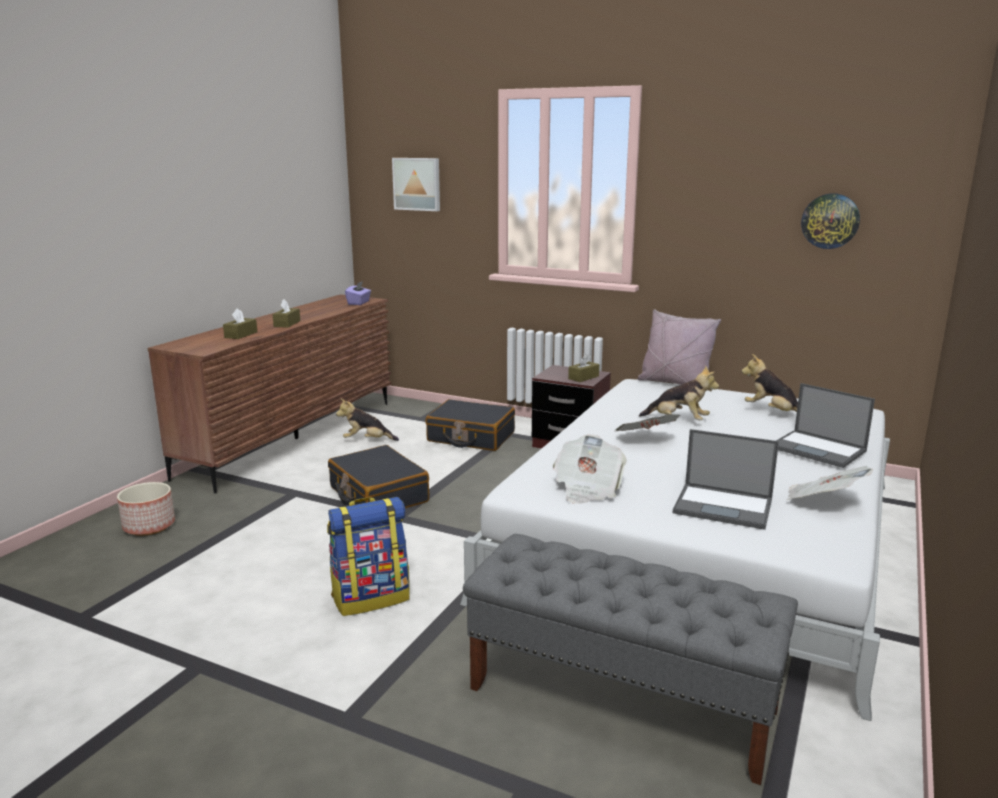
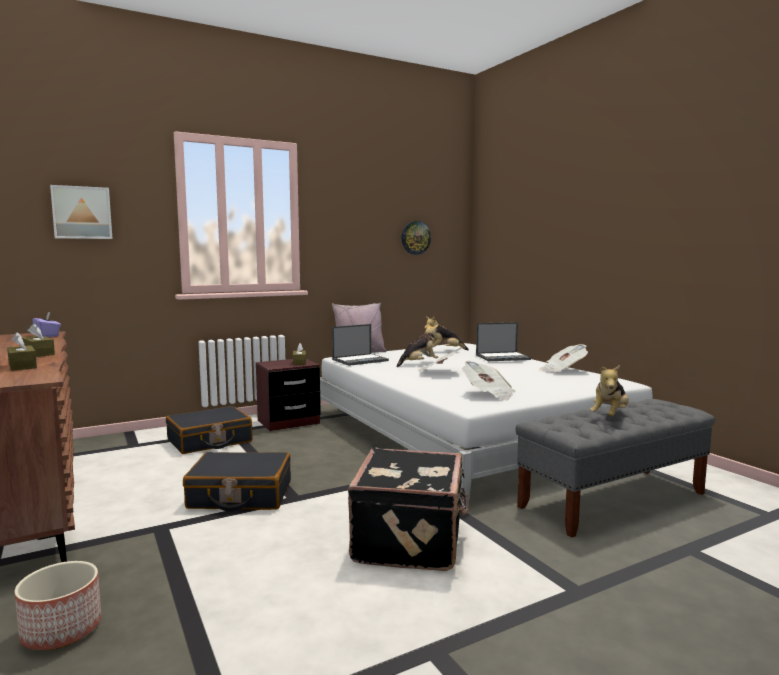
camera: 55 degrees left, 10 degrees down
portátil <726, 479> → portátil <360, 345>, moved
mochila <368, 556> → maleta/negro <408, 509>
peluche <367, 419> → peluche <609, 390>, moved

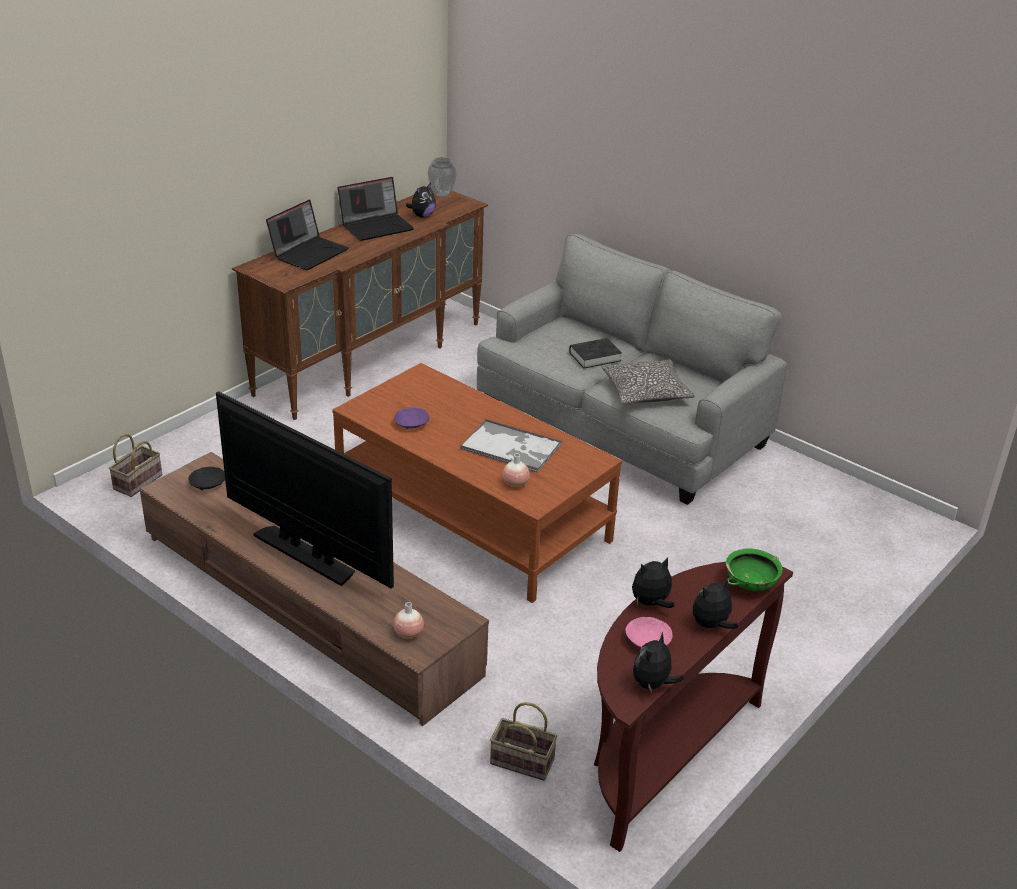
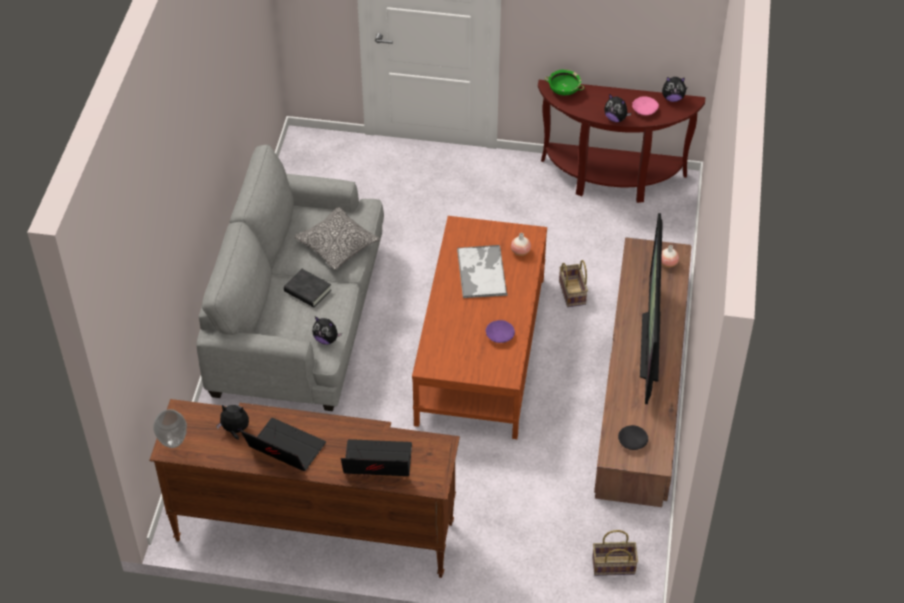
camera: 120 degrees left, 15 degrees up
peluche <715, 603> → peluche <327, 331>, moved
cesta <524, 741> → cesta <573, 283>, moved

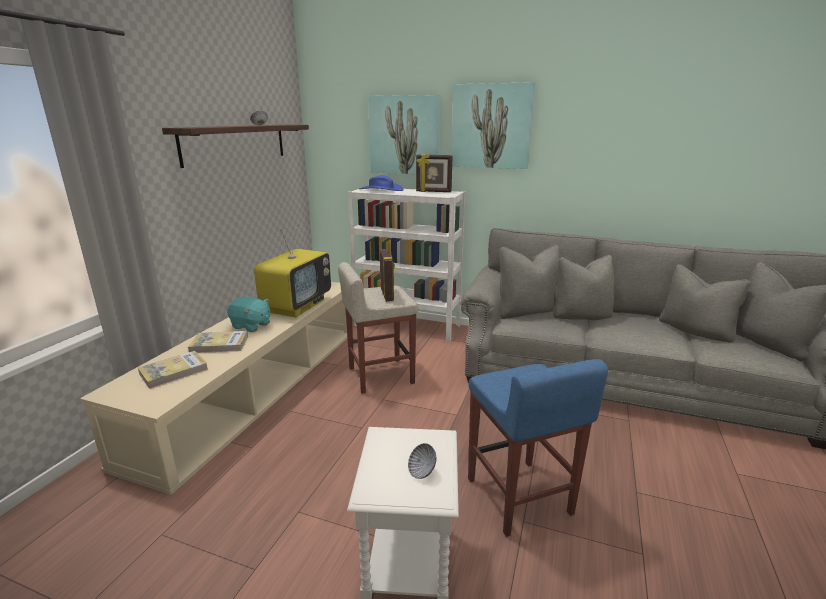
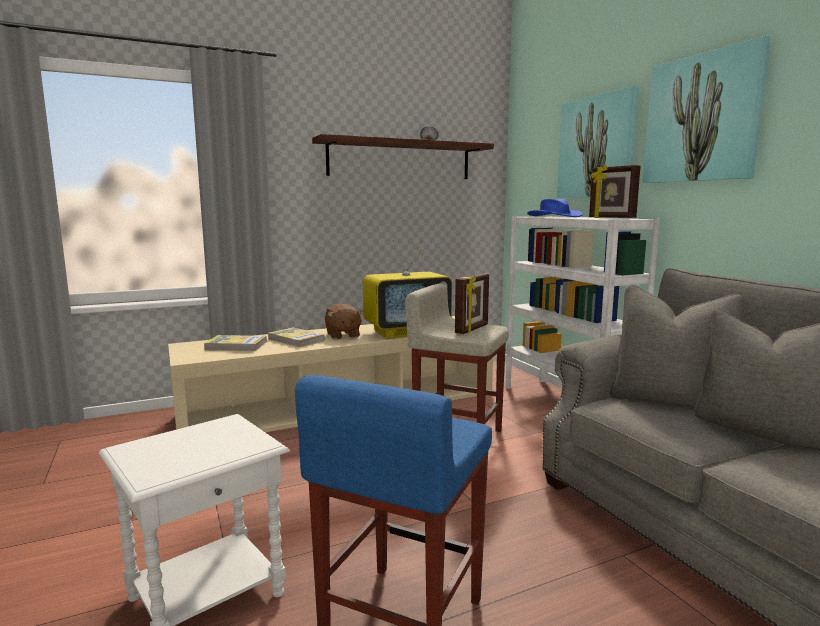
camera: 45 degrees right, 10 degrees down
peluche/turquesa <248, 314> → peluche/marrón <344, 321>
cuenco <422, 461> → -

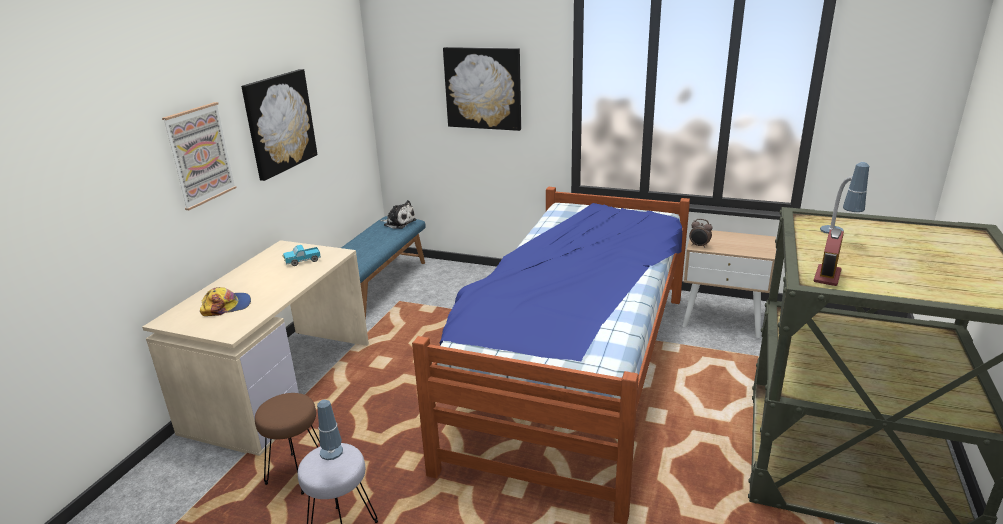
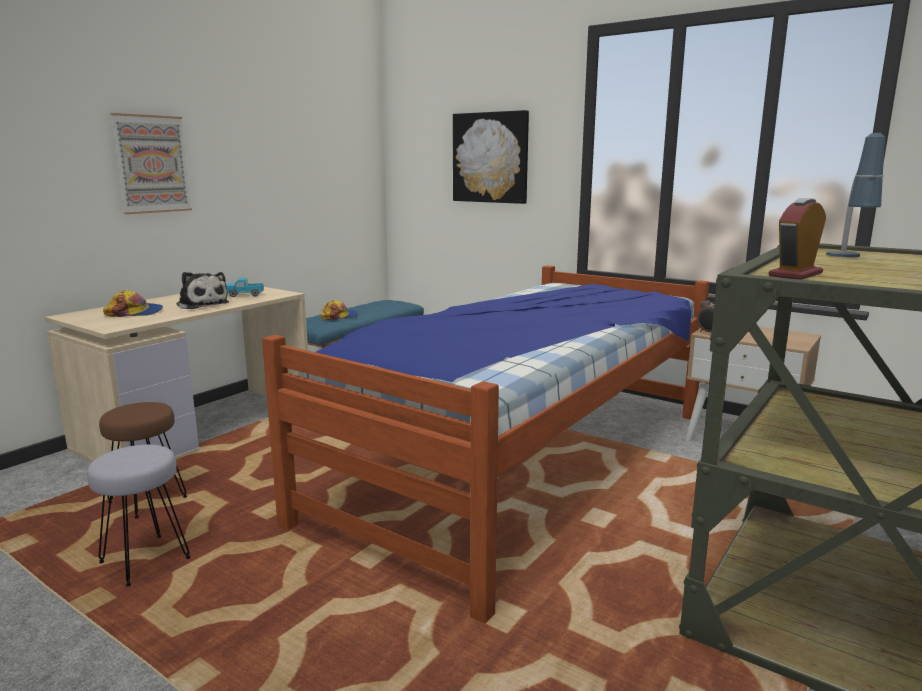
camera: 15 degrees right, 10 degrees down
peluche <398, 214> → peluche <203, 290>, moved
- → gorra <339, 310>
cuadro <279, 125> → -
lámpara de mesa <330, 430> → -

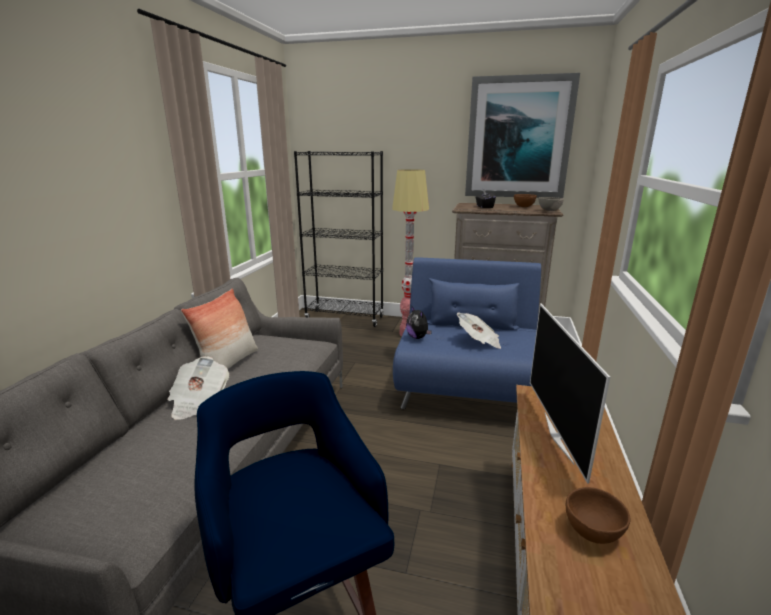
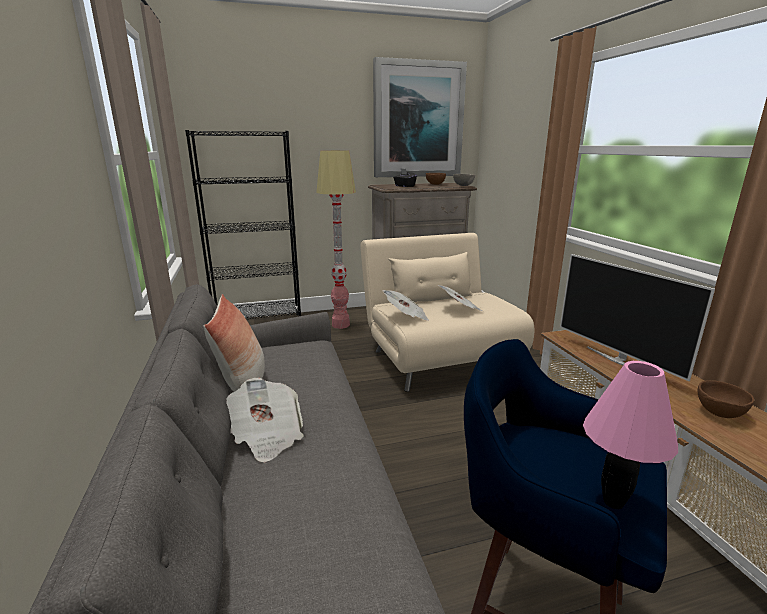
camera: 30 degrees left, 0 degrees up
sillón/azul <467, 333> → sillón/beis <447, 312>
peluche <419, 323> → periódico <406, 305>
- → lámpara de mesa/rosa <630, 435>

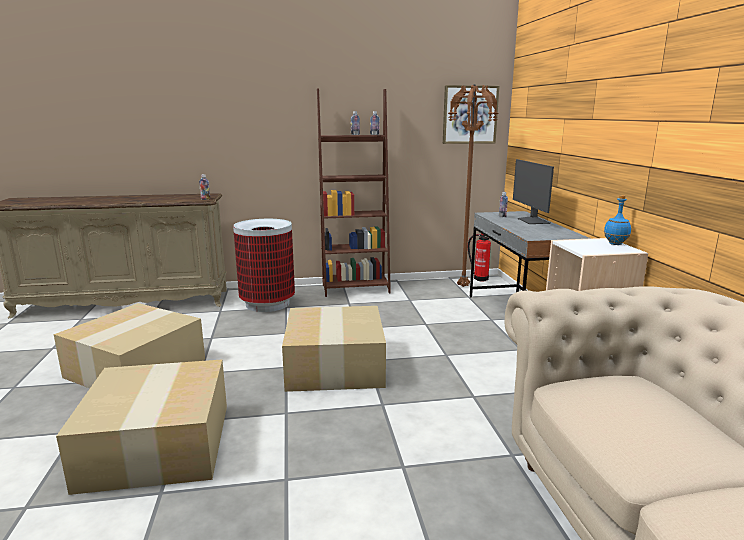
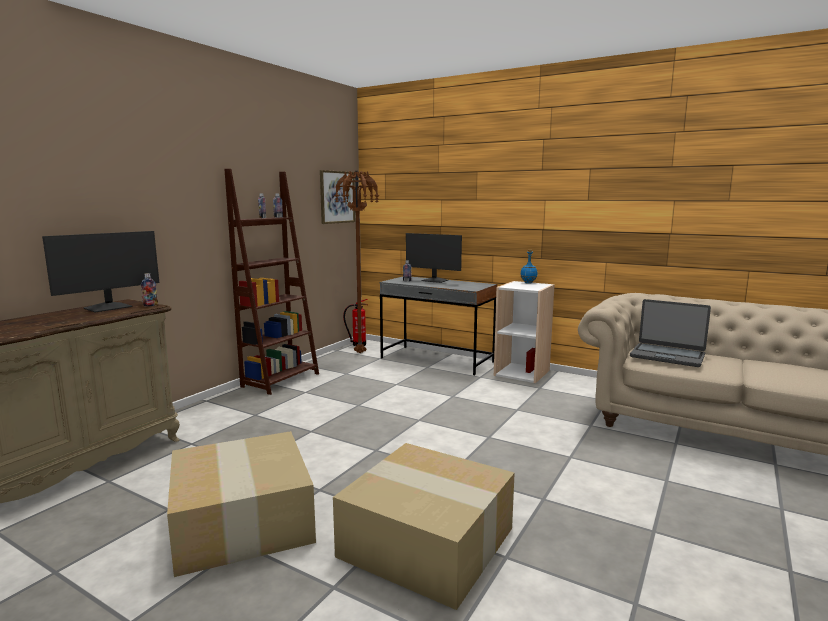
camera: 50 degrees left, 5 degrees down
- → monitor <100, 271>
- → portátil <670, 333>
papelera <264, 265> → -
caja de cartón <334, 349> → -

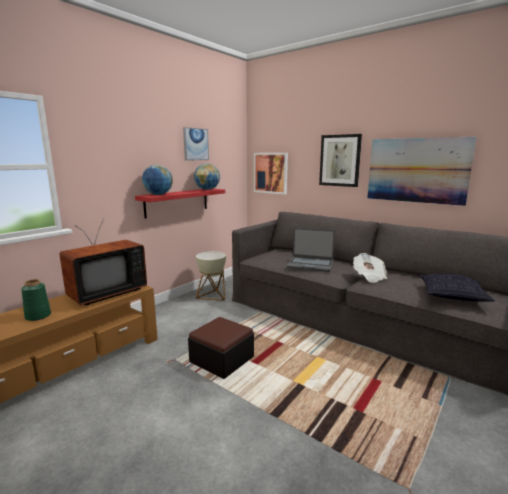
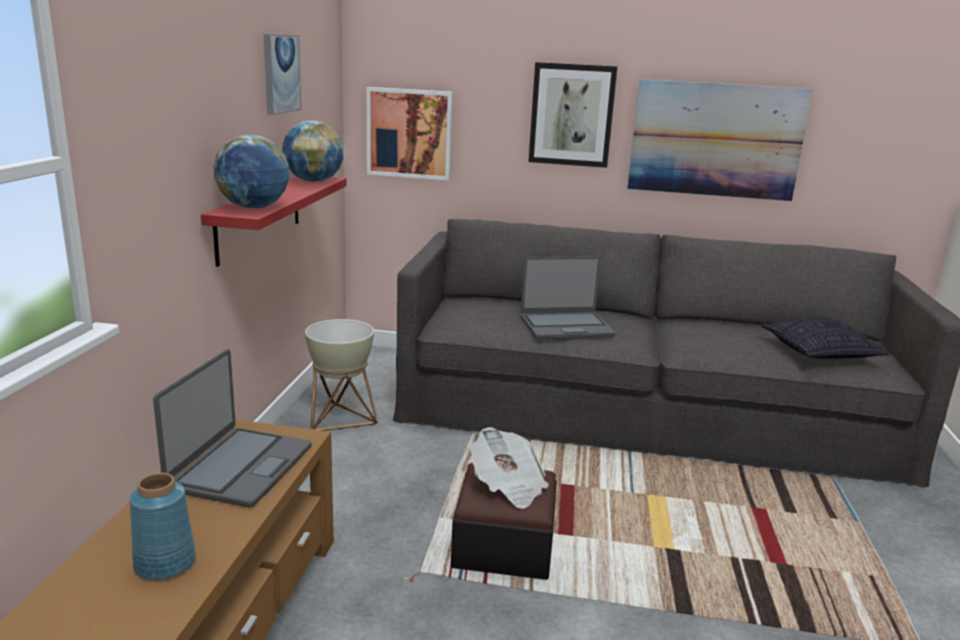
camera: 30 degrees left, 5 degrees up
florero/verde <36, 300> → florero/azul <162, 526>
televisor <103, 262> → portátil <232, 428>
periódico <370, 268> → periódico <509, 468>, moved

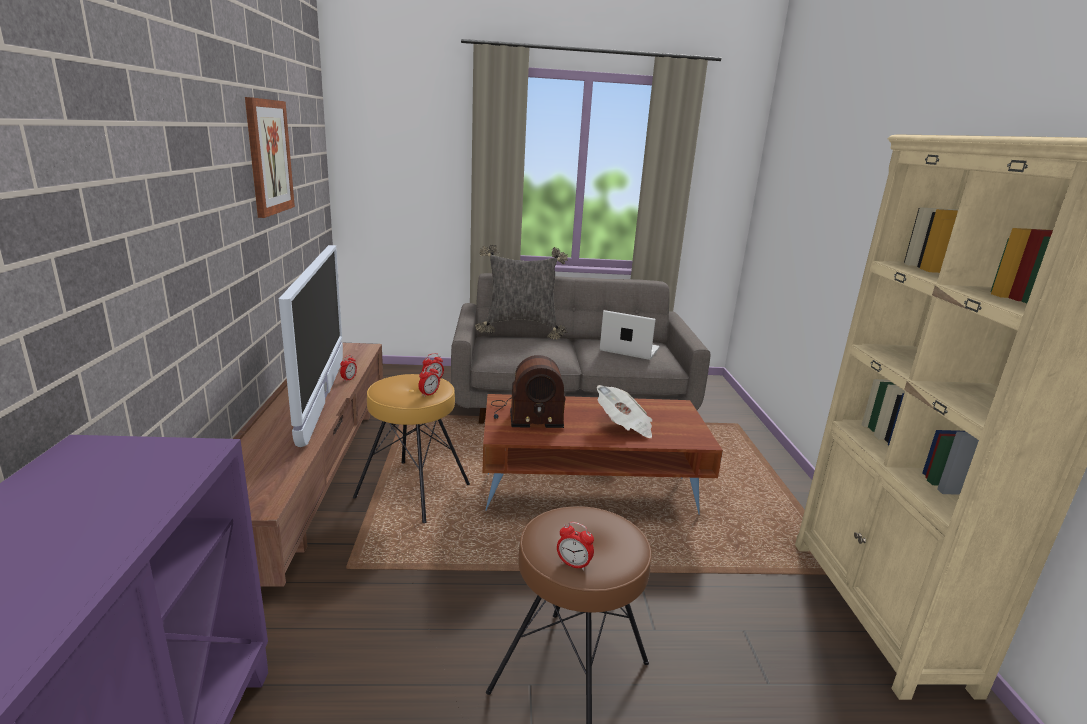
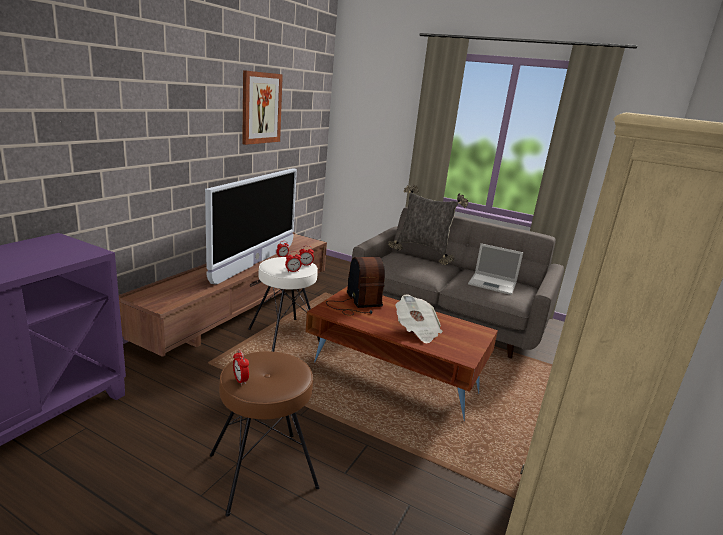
camera: 30 degrees right, 0 degrees up
taburete/marrón <411, 448> → taburete/blanco <284, 304>
radio <528, 391> → radio <355, 286>, 135 degrees counterclockwise
portátil <630, 335> → portátil <495, 269>, 150 degrees clockwise

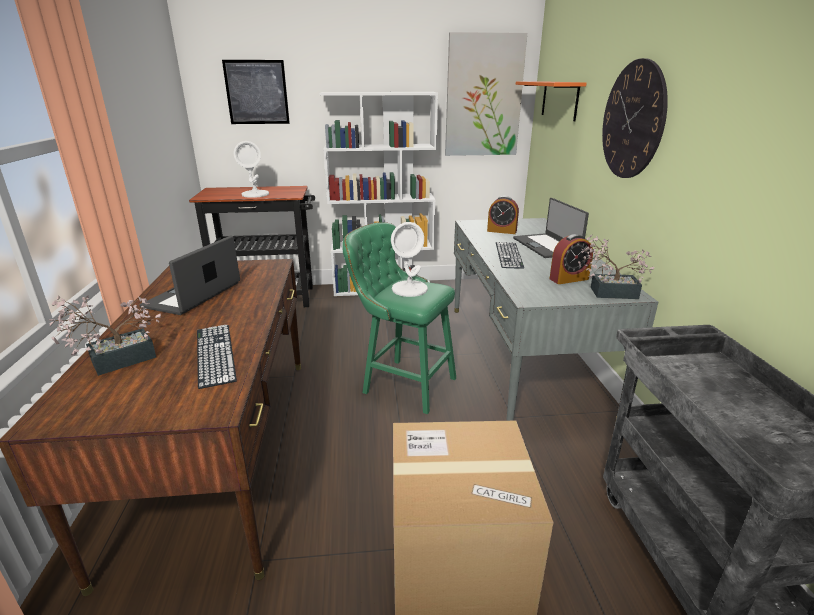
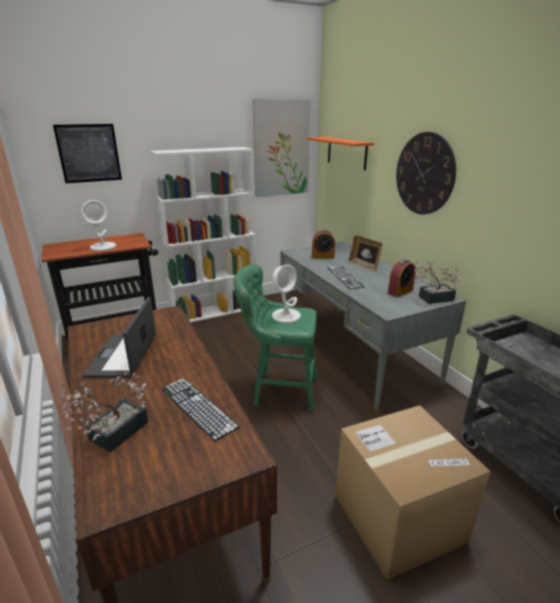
camera: 20 degrees left, 0 degrees up
portátil <551, 228> → portarretratos <365, 253>

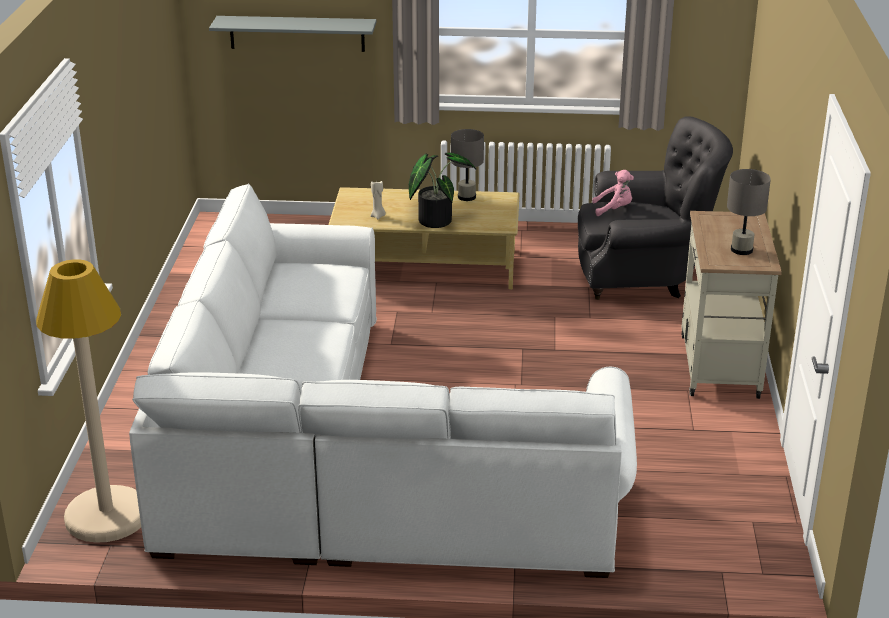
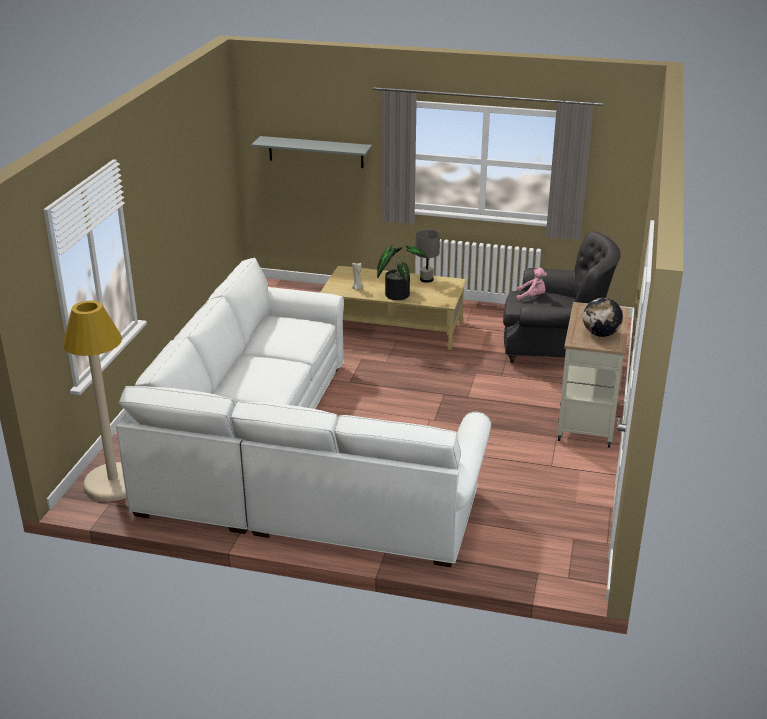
camera: 10 degrees right, 0 degrees up
lámpara de mesa/gris <749, 212> → globo terráqueo <603, 317>

